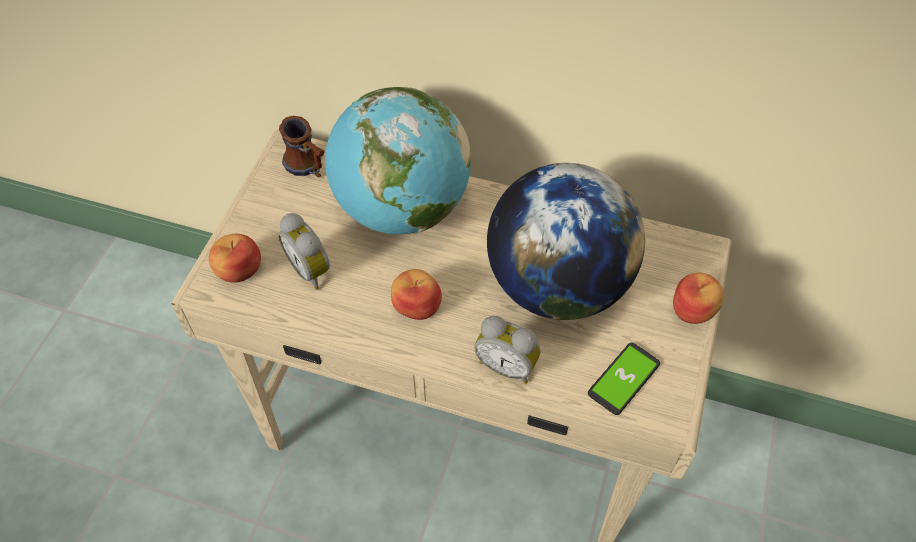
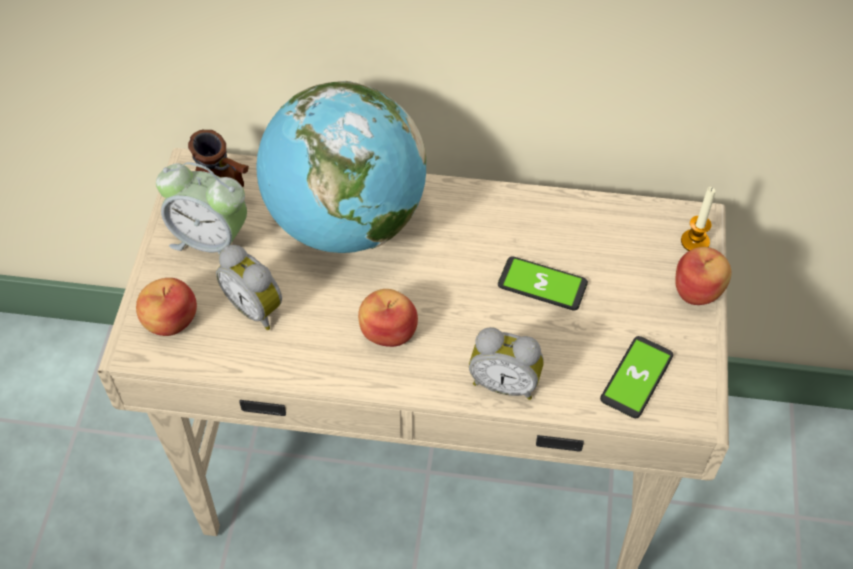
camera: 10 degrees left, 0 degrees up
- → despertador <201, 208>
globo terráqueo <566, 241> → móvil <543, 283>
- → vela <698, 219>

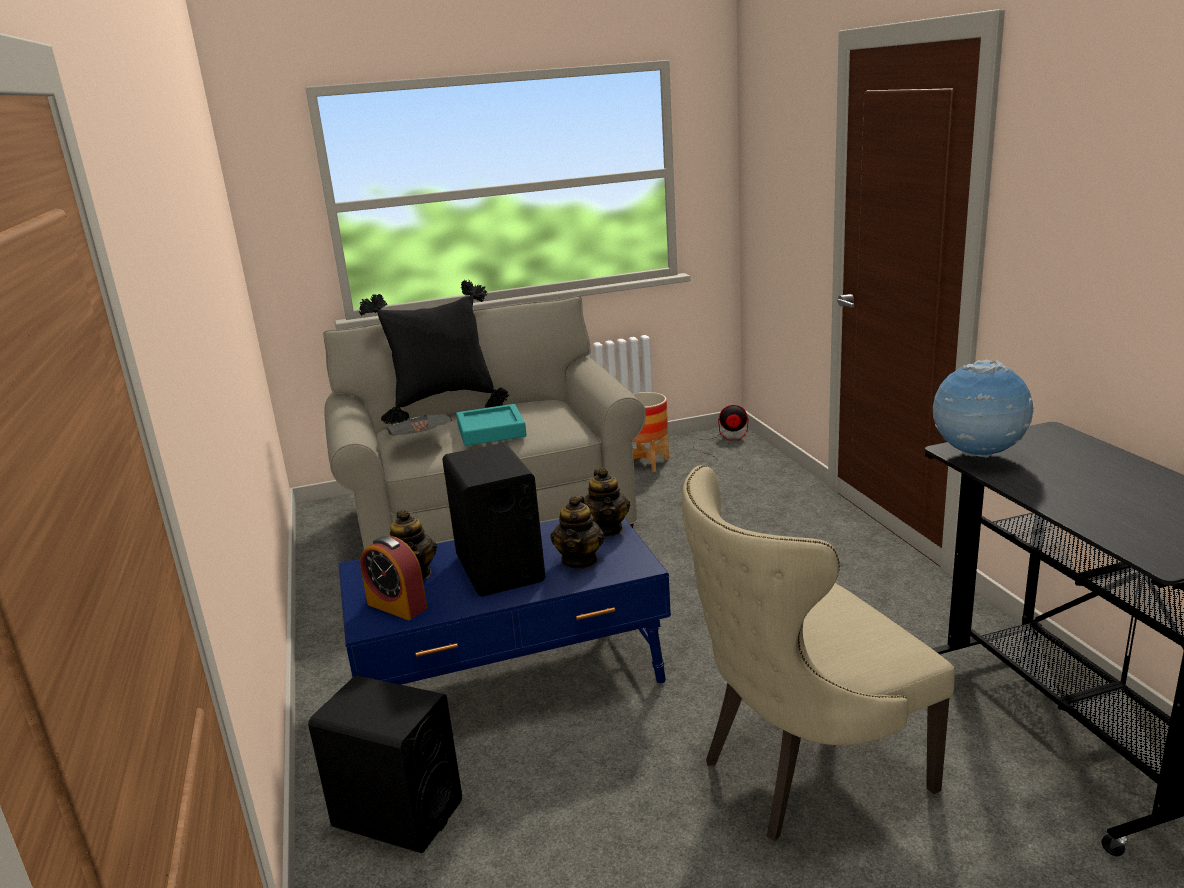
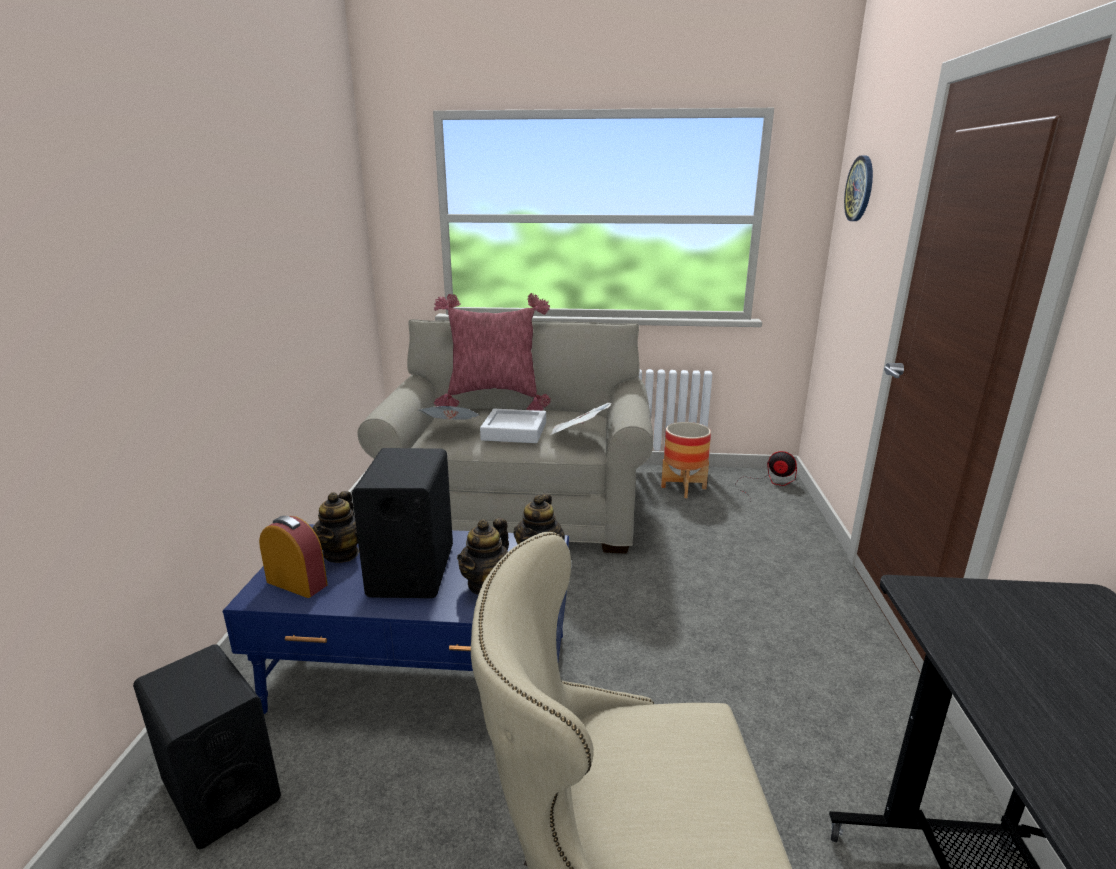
camera: 20 degrees right, 0 degrees up
despertador <393, 578> → despertador <293, 557>, 150 degrees clockwise
cojín/negro <434, 352> → cojín/rojo <492, 352>
bandeja/turquesa <491, 425> → bandeja/gris <513, 426>
- → periódico <581, 418>
- → reloj de pared <858, 188>
globo terráqueo <983, 408> → -

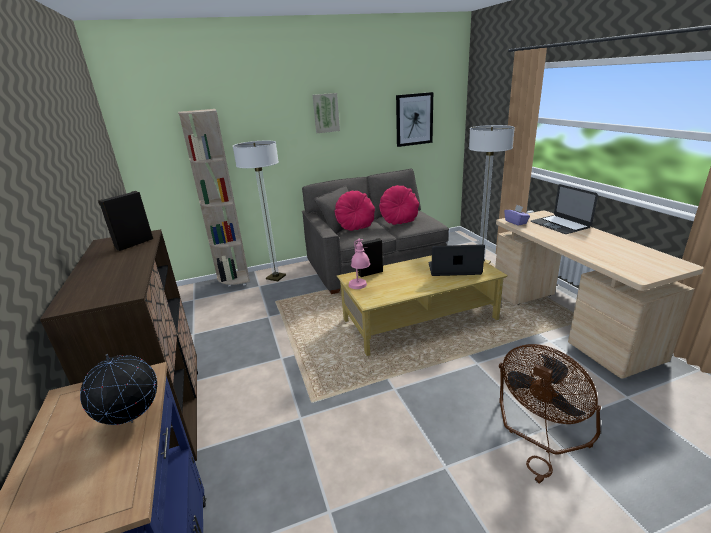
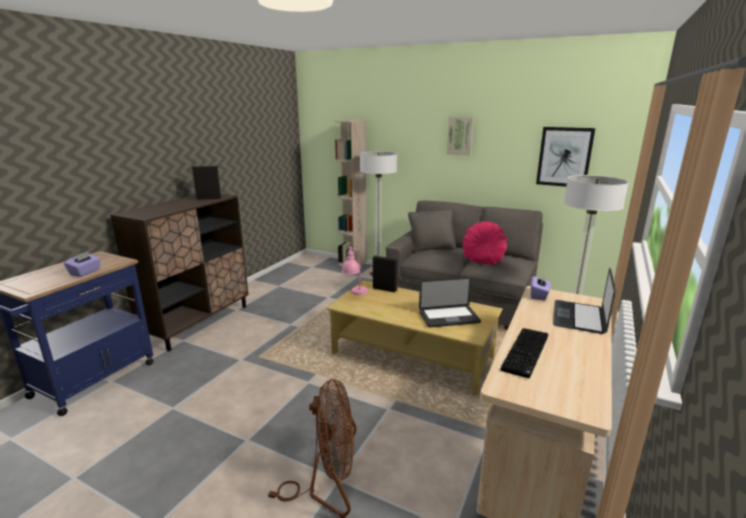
camera: 45 degrees right, 5 degrees down
globo terráqueo <118, 389> → caja de pañuelos/morado <82, 264>
portátil <457, 260> → portátil <450, 302>, 120 degrees clockwise
- → teclado <524, 353>
cojín/rosa <355, 211> → -

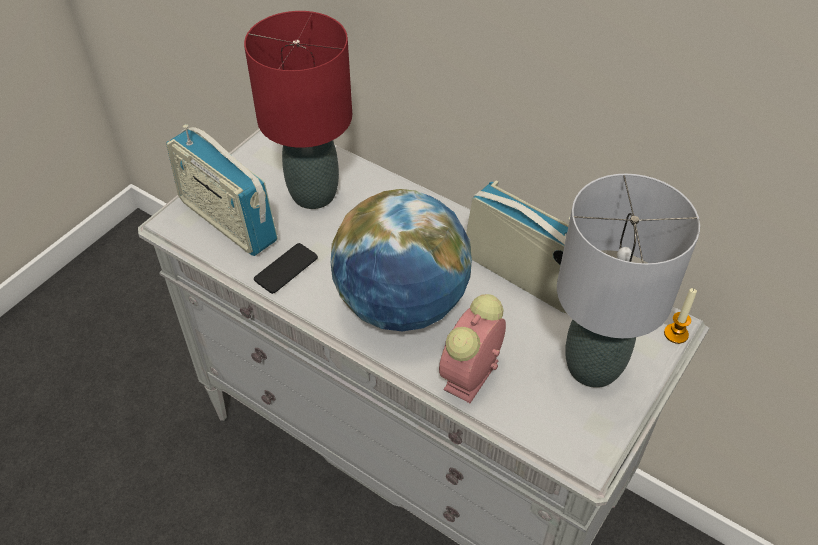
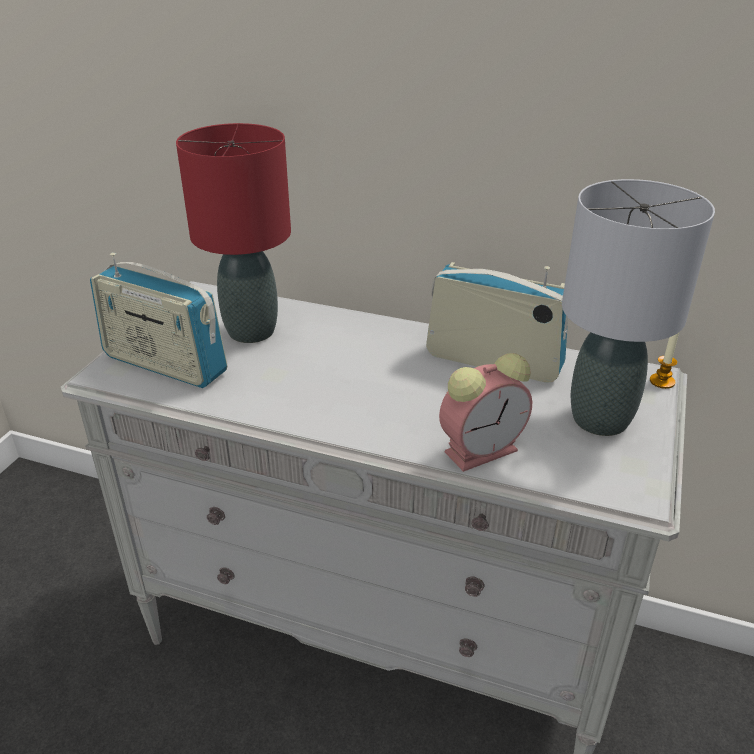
camera: 15 degrees left, 15 degrees down
despertador <472, 348> → despertador <485, 412>, 135 degrees counterclockwise
móvil <286, 268> → -
globo terráqueo <401, 260> → -

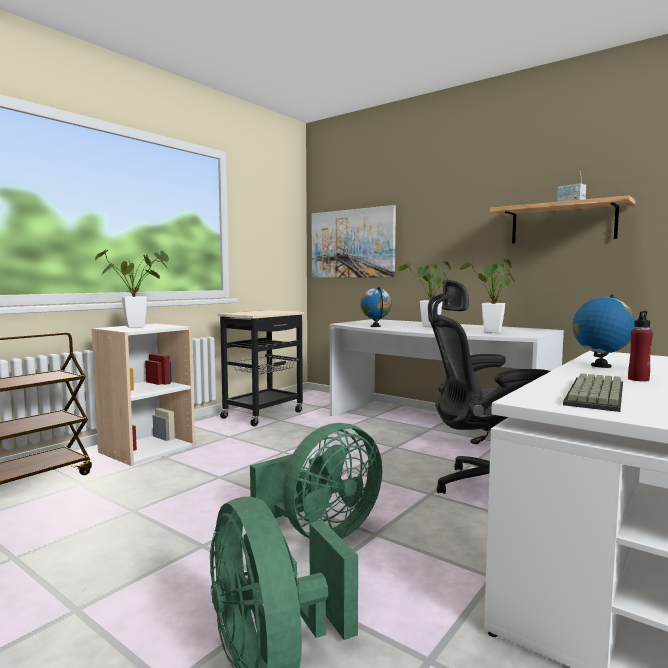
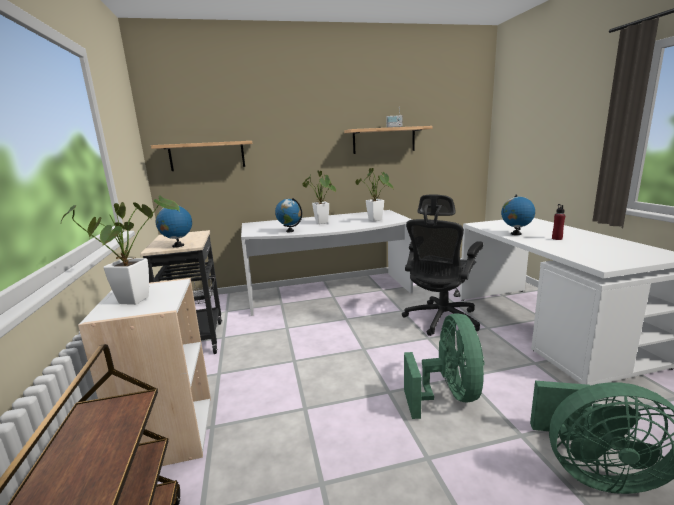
camera: 50 degrees left, 10 degrees up
cuadro <354, 241> → estante <201, 156>
- → globo terráqueo <173, 226>
teclado <593, 392> → -

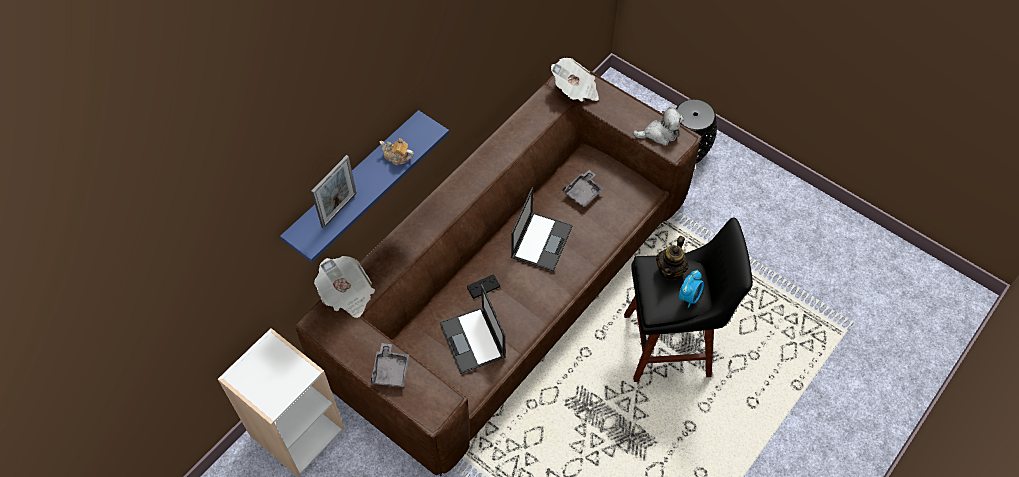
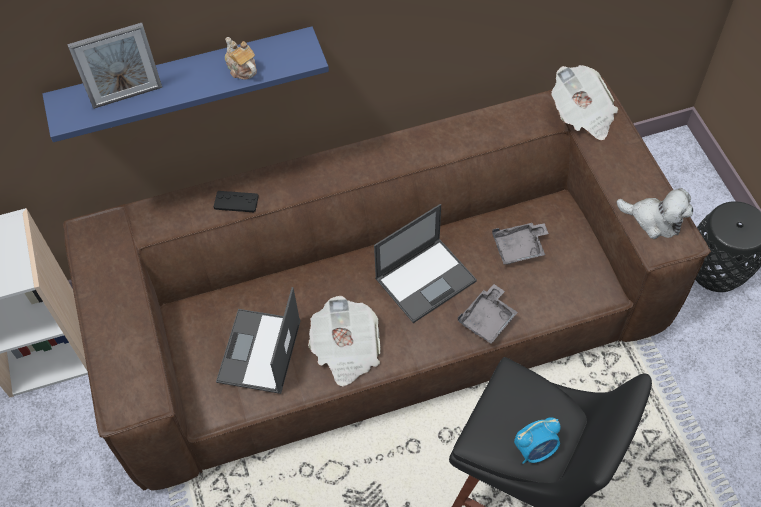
camera: 35 degrees right, 0 degrees up
mando de consola/negro <483, 286> → mando de consola/negro <236, 201>, moved
periódico <344, 287> → periódico <344, 341>, moved
bandeja/gris <390, 365> → bandeja/gris <488, 314>, moved
tetera <672, 258> → -

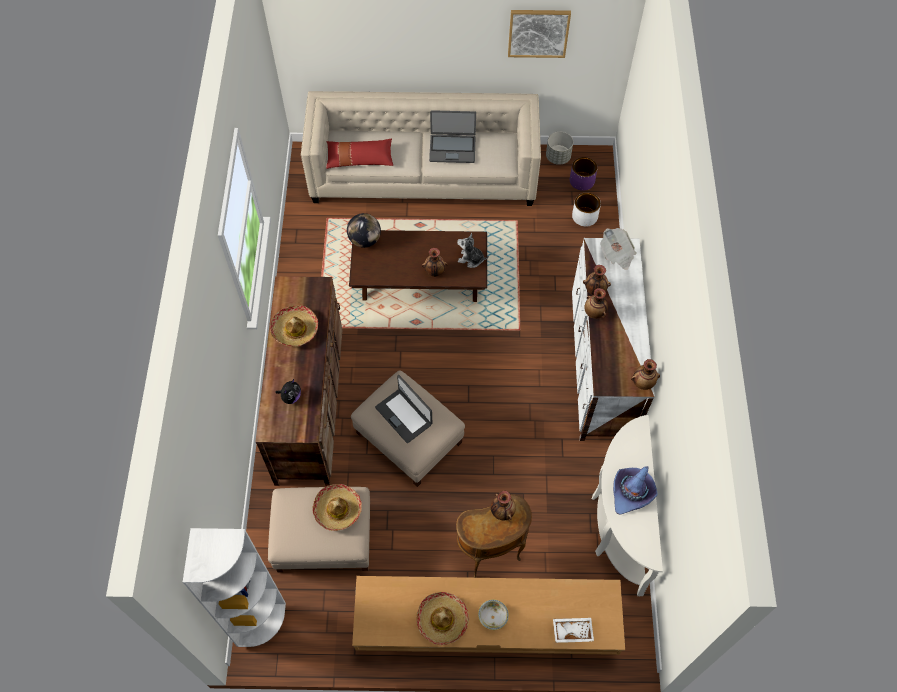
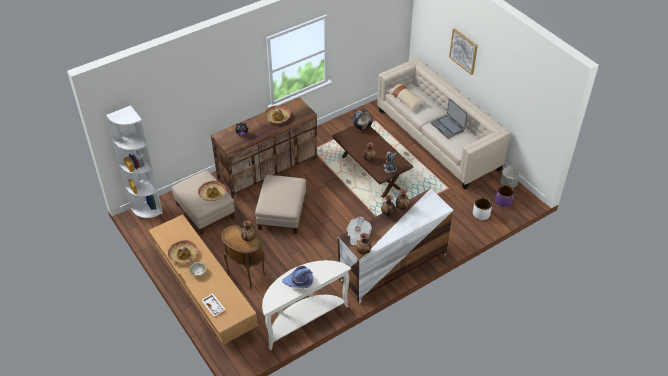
camera: 55 degrees right, 15 degrees down
periódico <618, 249> → periódico <359, 231>, moved
cojín/rojo <359, 154> → cojín/beis <406, 96>
cuadro <539, 34> → cuadro <463, 51>, moved
portátil <403, 409> → -

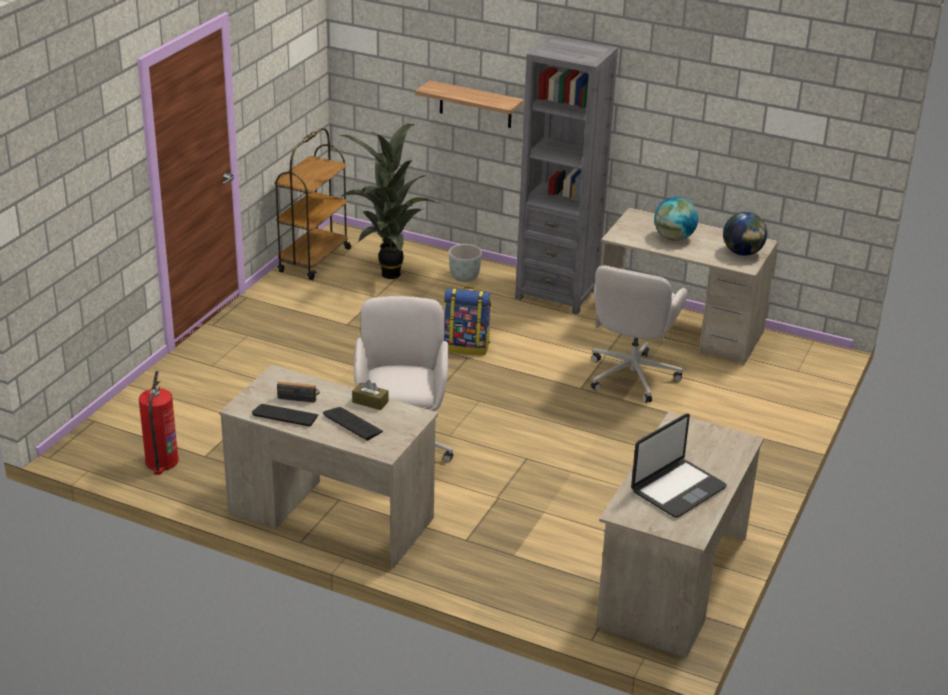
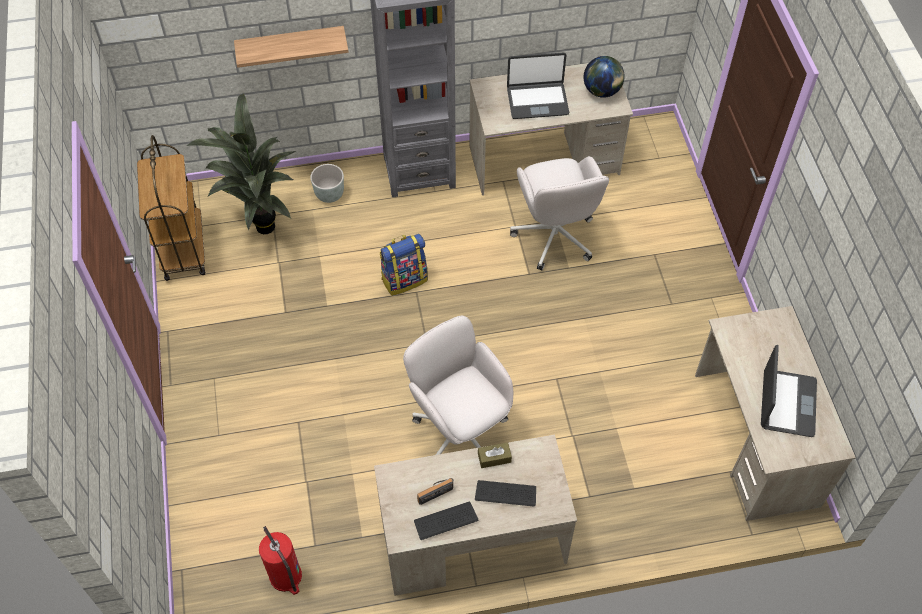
camera: 35 degrees left, 25 degrees up
globo terráqueo <676, 219> → portátil <538, 85>

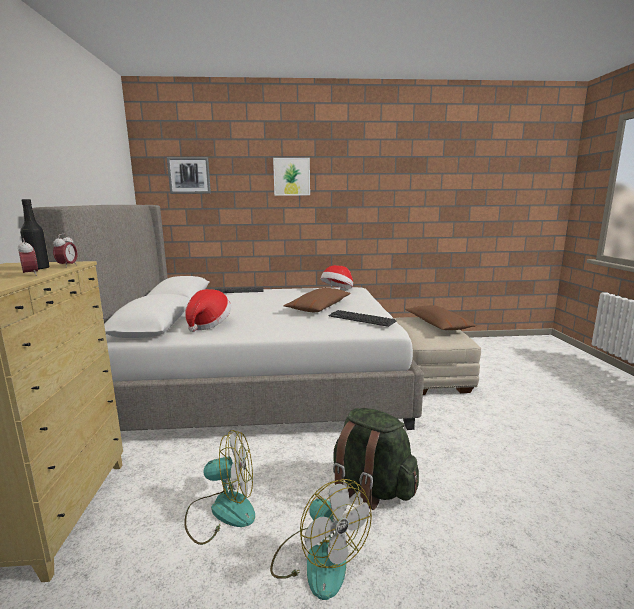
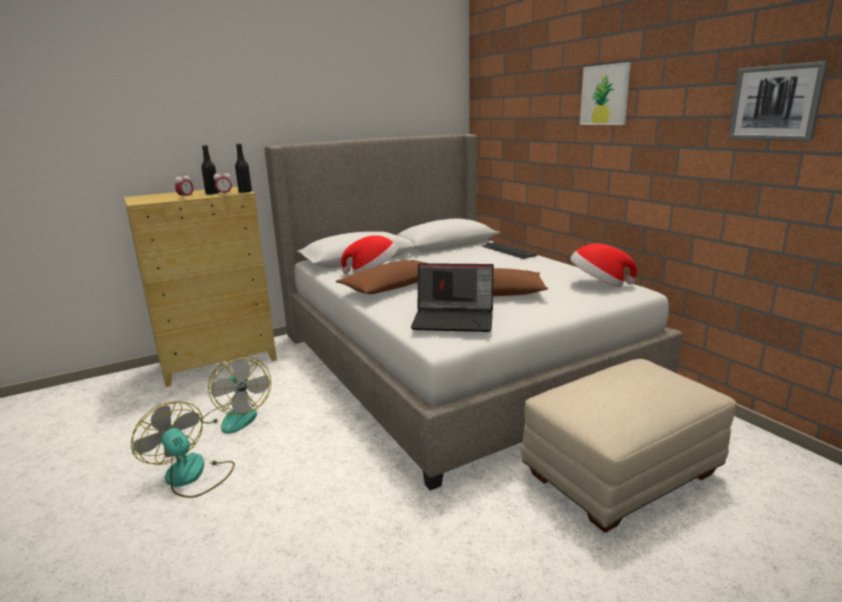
camera: 65 degrees right, 5 degrees up
ventilador <321, 539> → ventilador <183, 450>, 105 degrees clockwise
- → botella/negro <243, 168>
cojín/marrón <441, 317> → cojín/marrón <380, 277>, moved
teclado <363, 318> → portátil <452, 297>
cuadro <189, 175> → cuadro <778, 101>, moved
mochila/verde <376, 459> → -

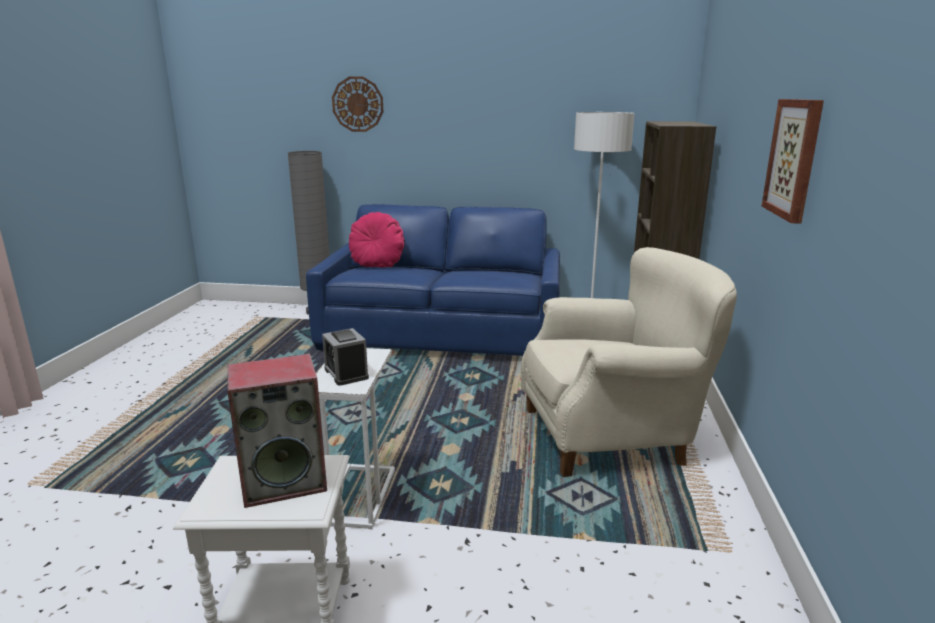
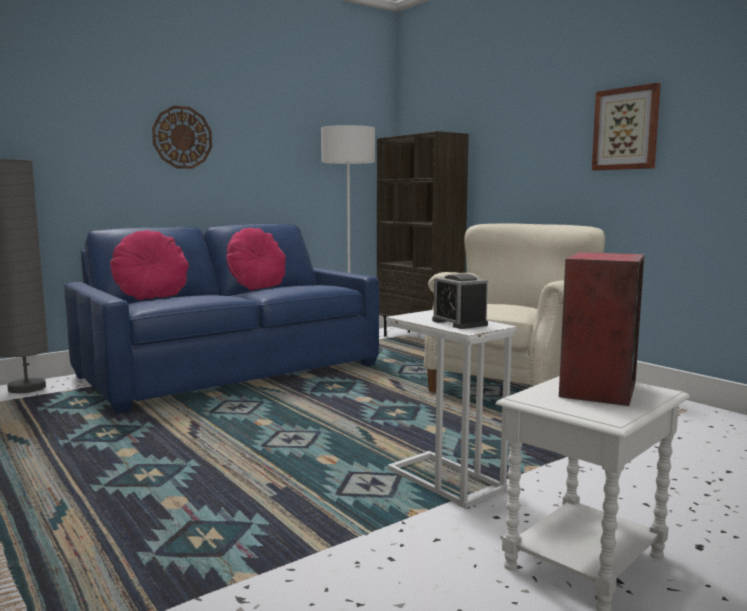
camera: 45 degrees left, 10 degrees down
reloj de pared <357, 104> → reloj de pared <182, 137>, moved
- → cojín/rosa <256, 259>
despertador <345, 357> → despertador <460, 301>, 45 degrees clockwise

